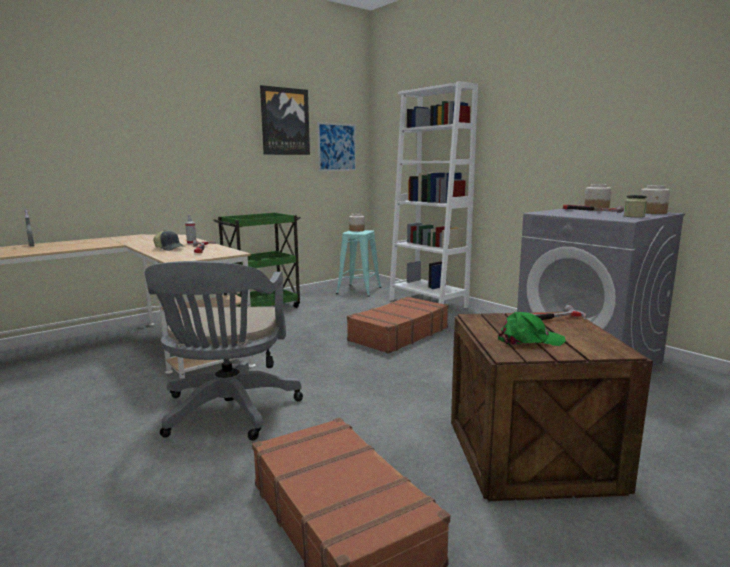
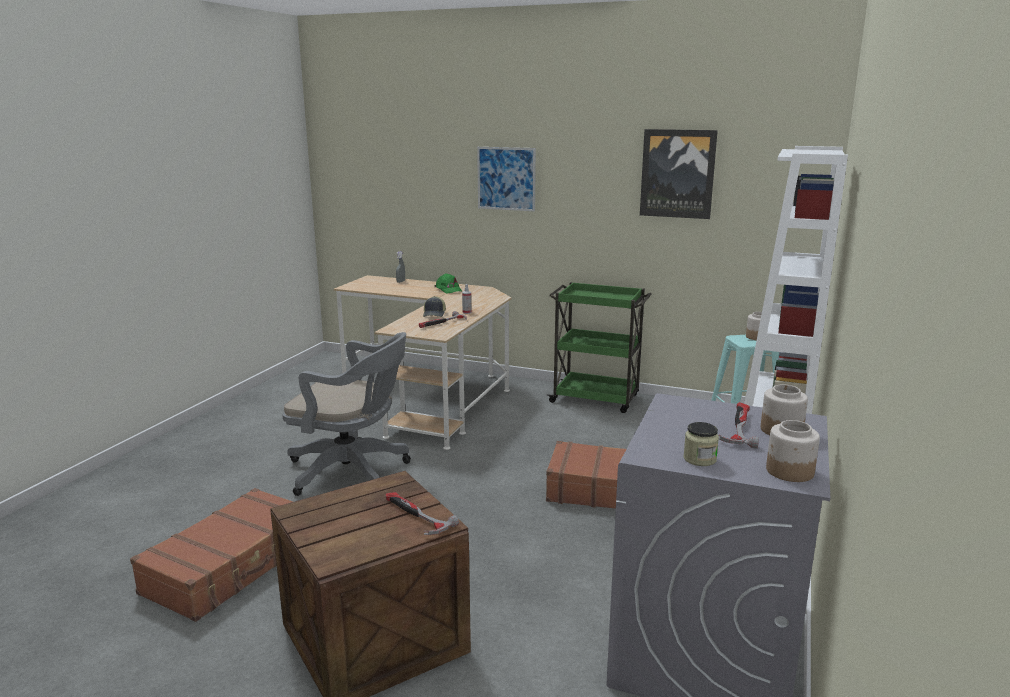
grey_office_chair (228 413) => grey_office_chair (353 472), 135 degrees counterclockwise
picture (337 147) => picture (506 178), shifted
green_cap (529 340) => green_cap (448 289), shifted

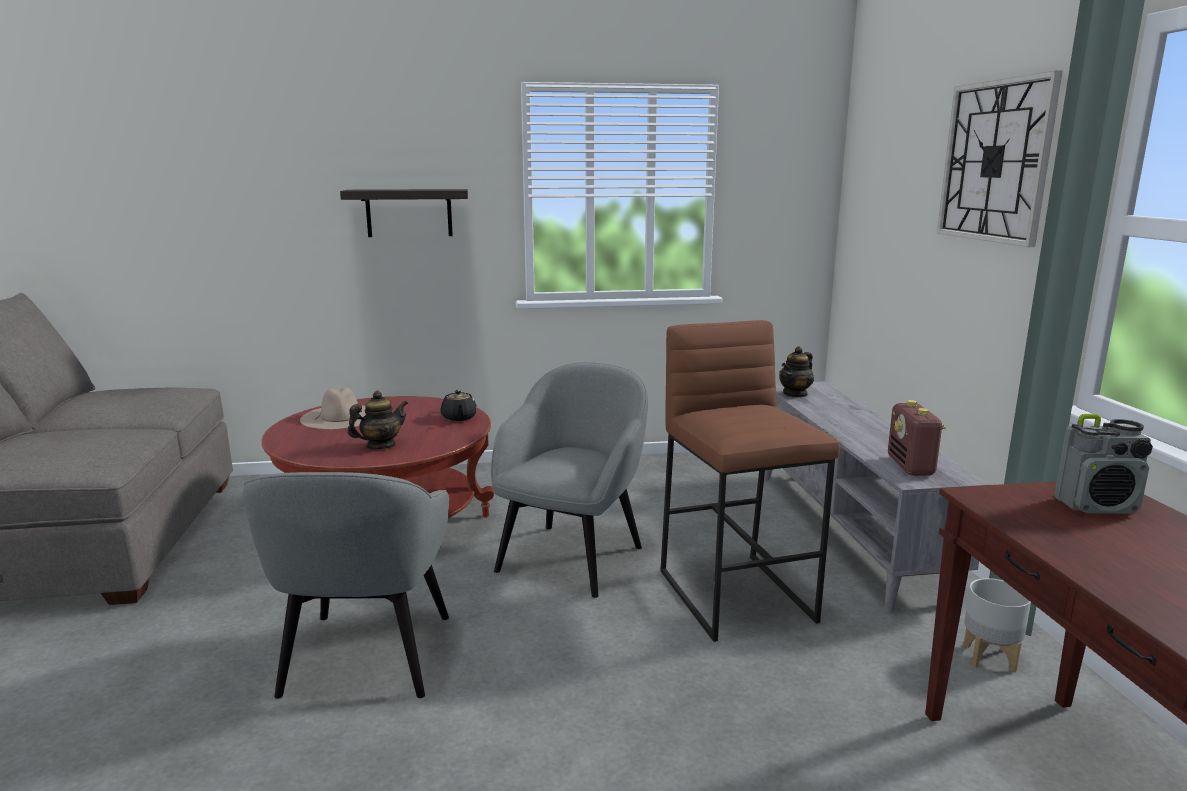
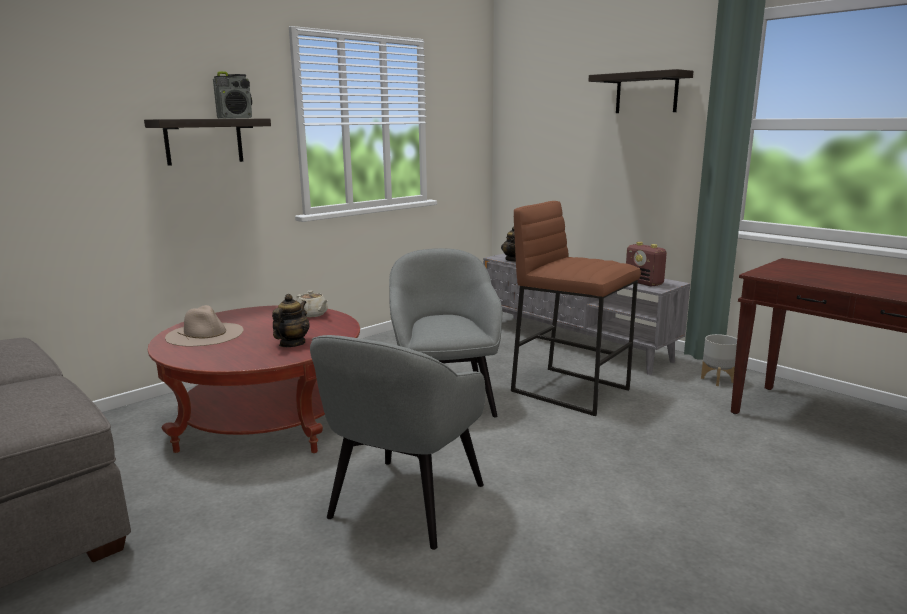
grey_armchair (366 657) => grey_armchair (405 503), 60 degrees clockwise
black_teapot (459 418) => beige_teapot (312 314)
wall_clock (995 161) => shelf (646 93)
radio (1097 506) => radio (236 118), shifted

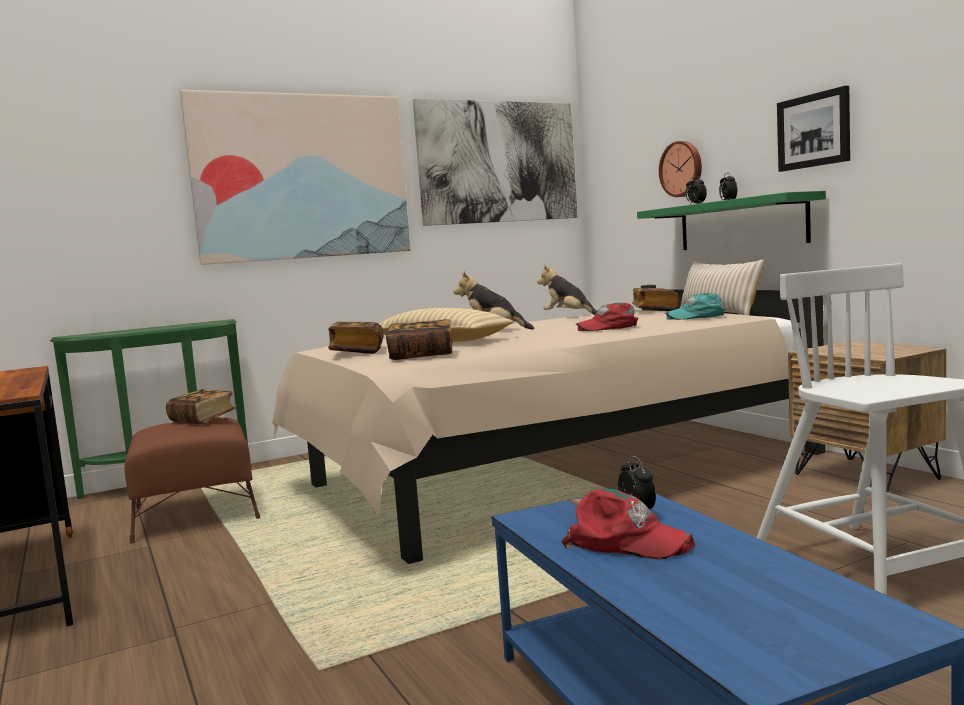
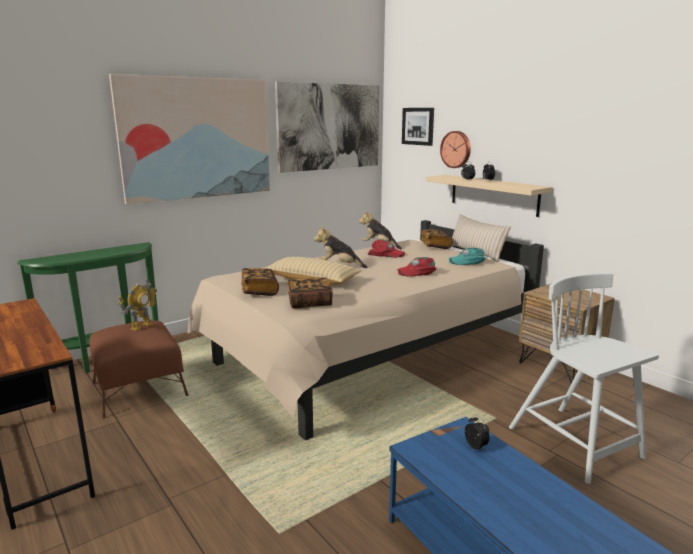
book (202 420) => toy_robot (142 326)
red_cap (627 541) => red_cap (386 254), shifted
green_shelf (741 224) => beige_shelf (493 194)
picture (814 130) => picture (418 126), shifted

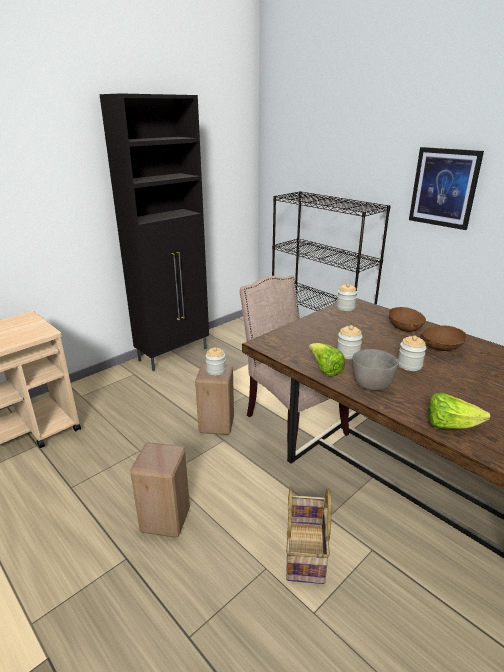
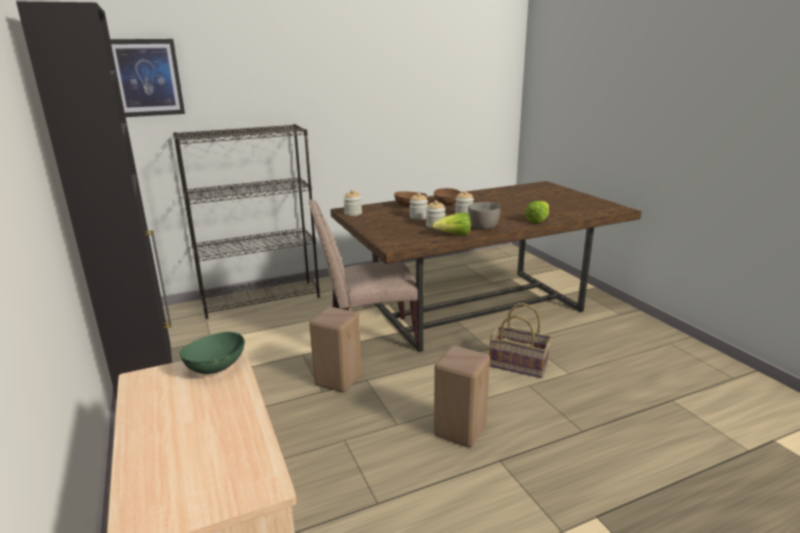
jar (216 370) => jar (418 217), shifted
picture (444 188) => picture (146 78), shifted
nothing => green_bowl (216 366)

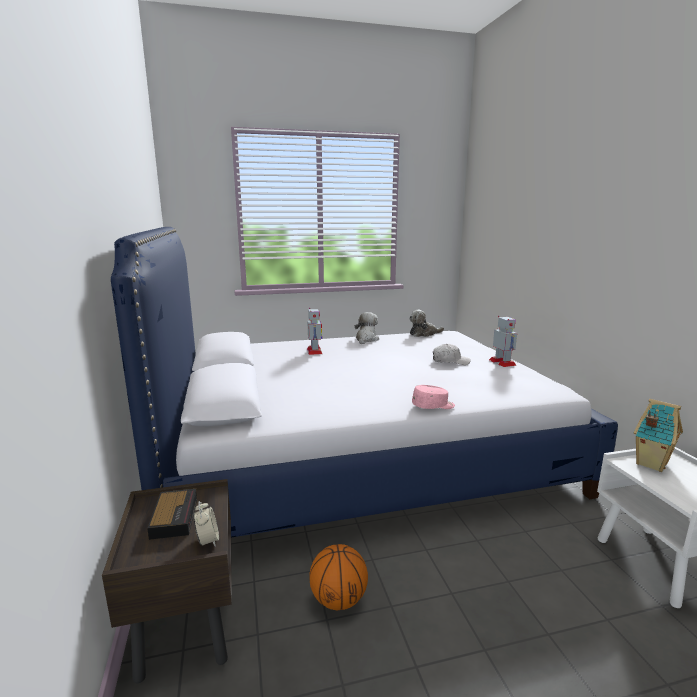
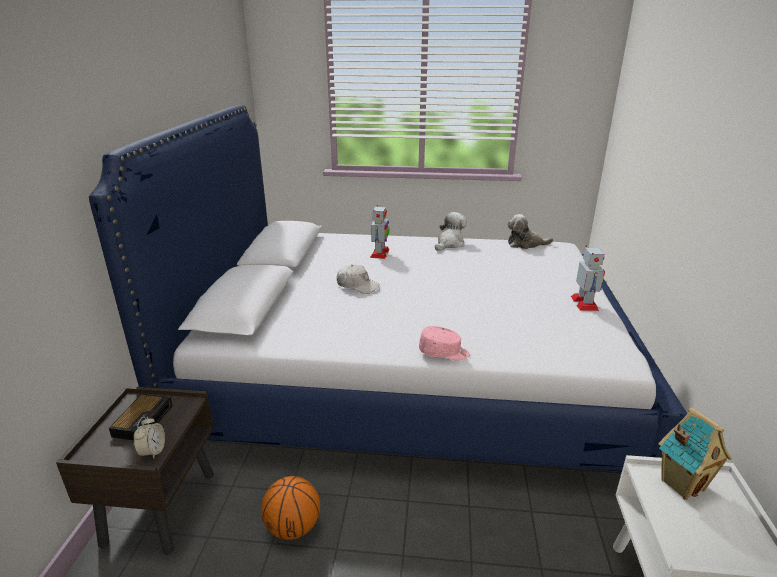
white_cap (450 361) => white_cap (357 285), shifted

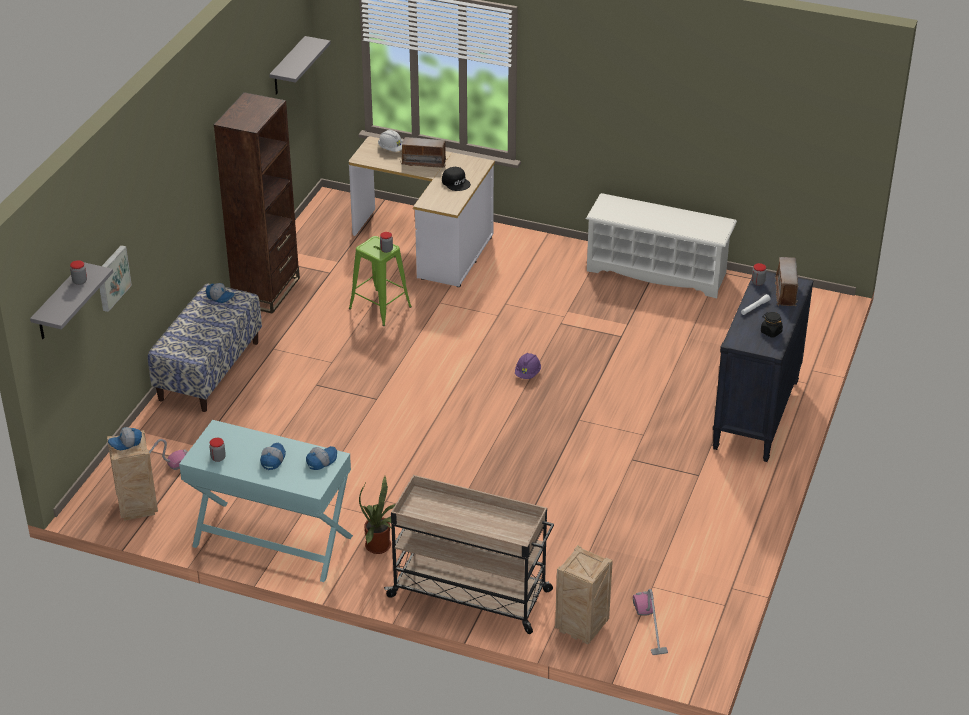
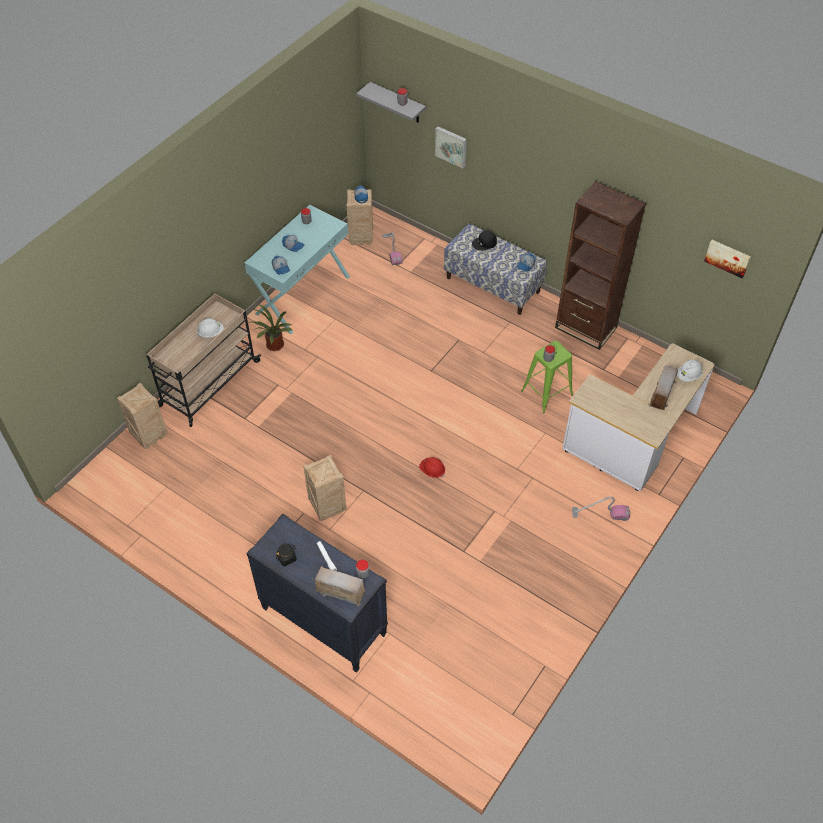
grey_shelf (288 67) => picture (728 257)
black_cap (456 182) => black_cap (484 243), shifted
purple_hard_hat (528 373) => red_hard_hat (432 471)
white_shoe_rack (657 272) => nothing
vacuum_cleaner (650 626) => vacuum_cleaner (600 514), shifted
nothing => white_hard_hat (211 333)
nothing => crate (326 506)

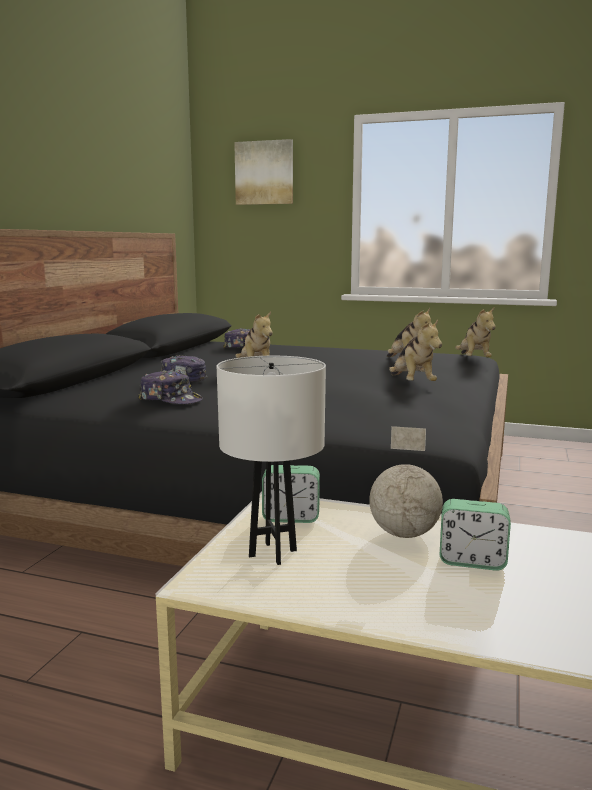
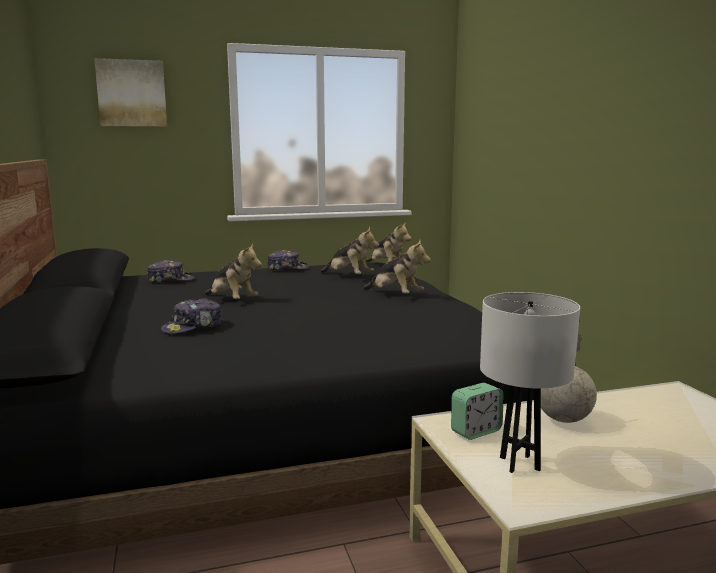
cap (171 400) => cap (287 268), shifted
alarm_clock (472 561) => nothing

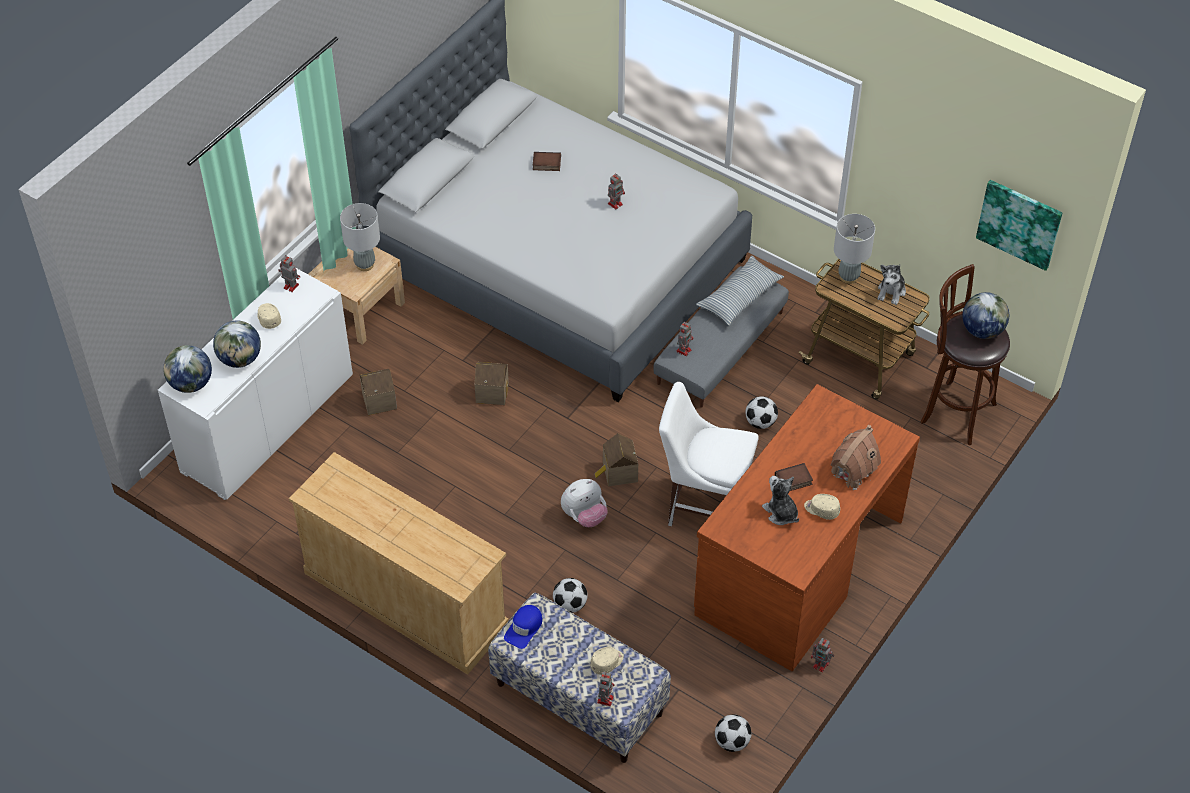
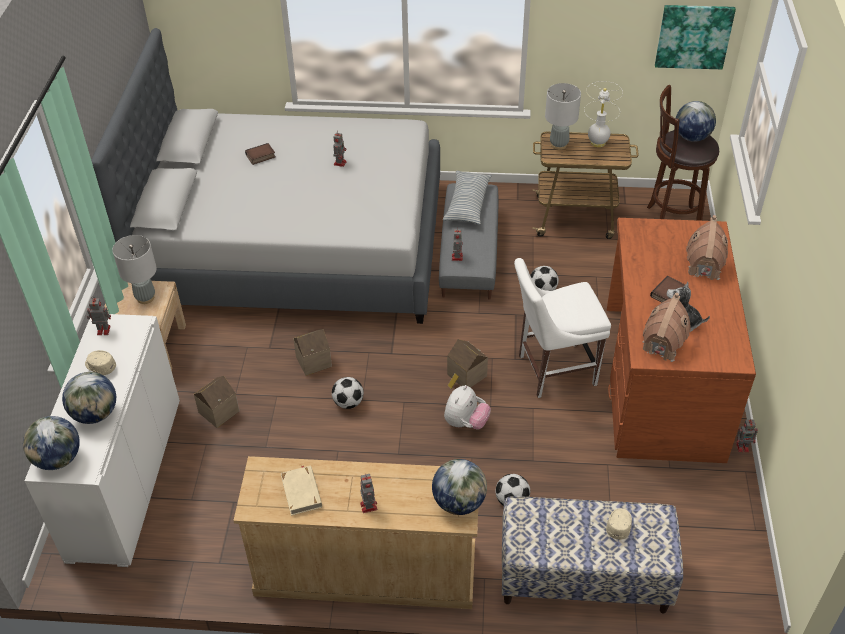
blue_cap (524 628) => nothing
toy_robot (605 699) => toy_robot (368 505), shifted
football (732 742) => football (348 403), shifted
beige_cap (821 510) => nothing
plush_toy (891 291) => white_table_lamp (598 142)
nothing => beige_book (302 492)
nothing => globe (459 502)
nothing => toy_house (662 345)

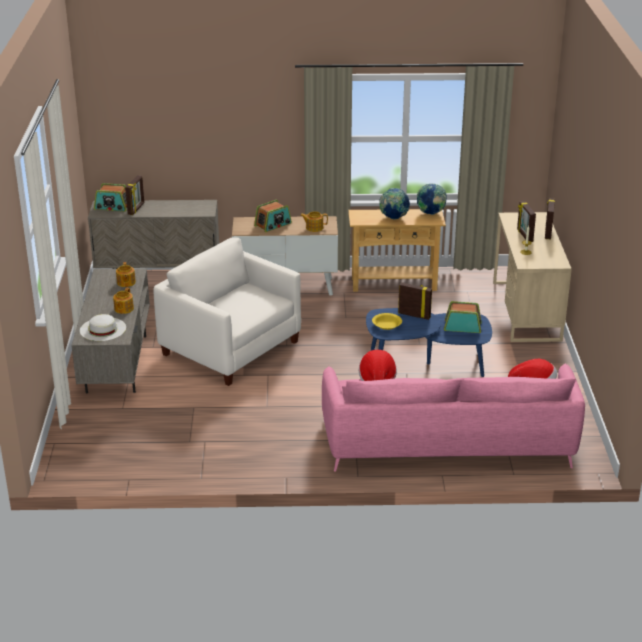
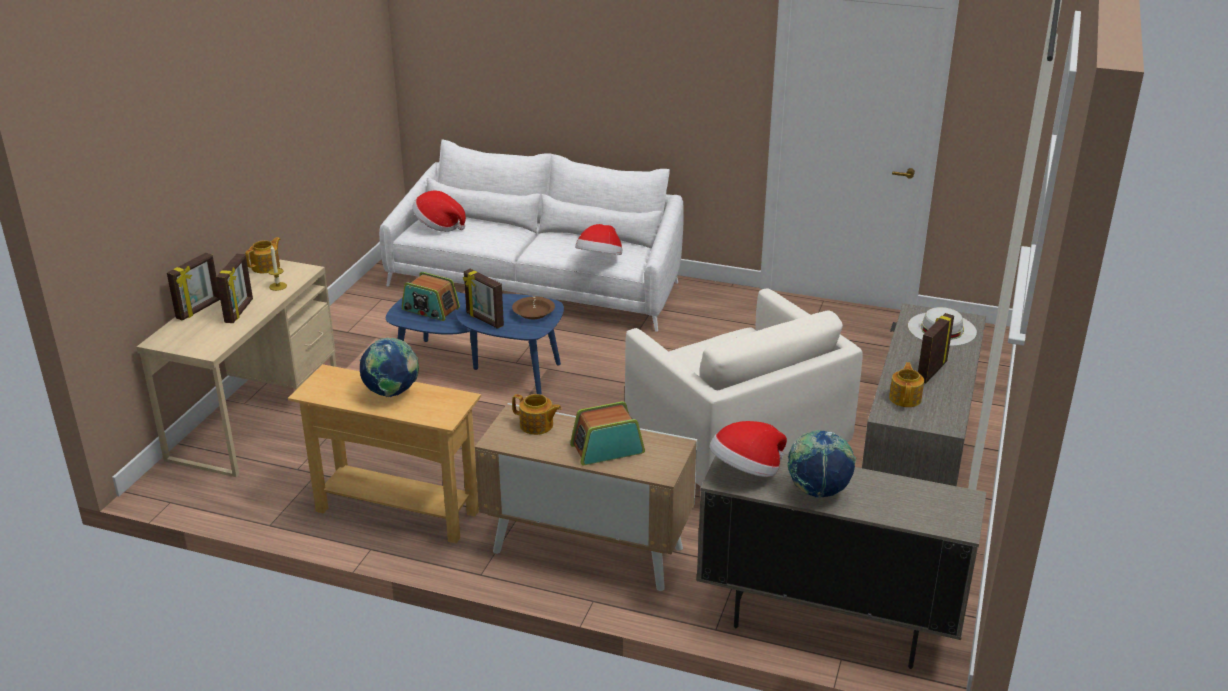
radio (112 206) => nothing
teapot (123 309) => teapot (266 267), shifted
picture_frame (136 209) => picture_frame (931 371), shifted
pink_sofa (449 443) => white_sofa (537 284)
yellow_bowl (386 325) => brown_bowl (533 313)
globe (431 213) => globe (818 492), shifted
nothing => hat (746 471)

